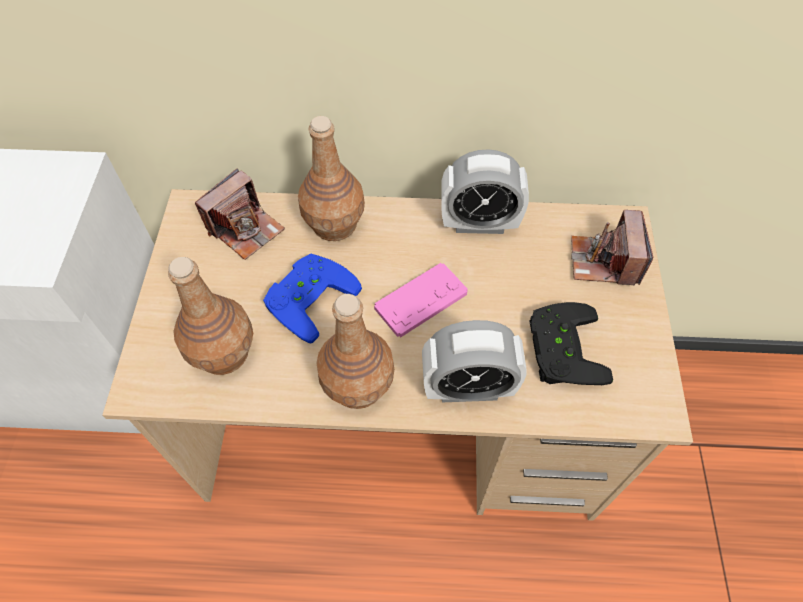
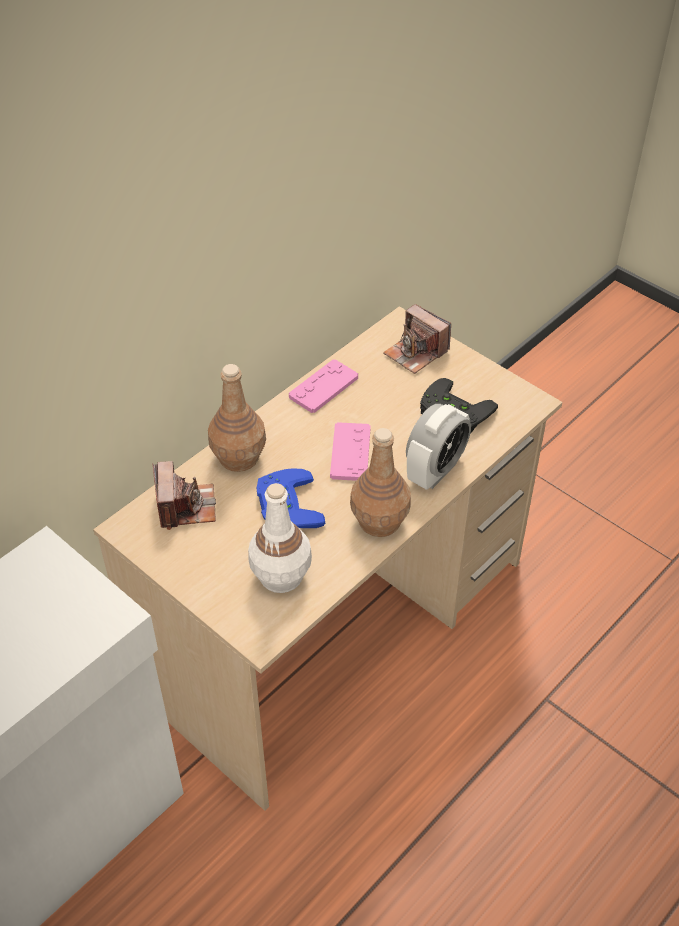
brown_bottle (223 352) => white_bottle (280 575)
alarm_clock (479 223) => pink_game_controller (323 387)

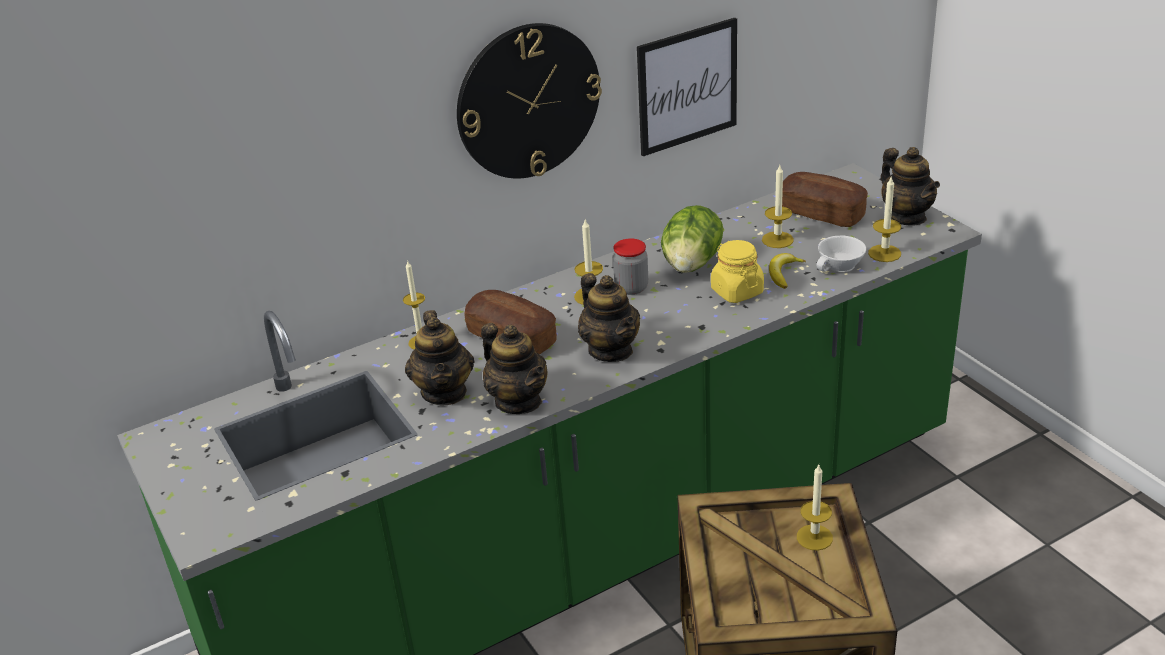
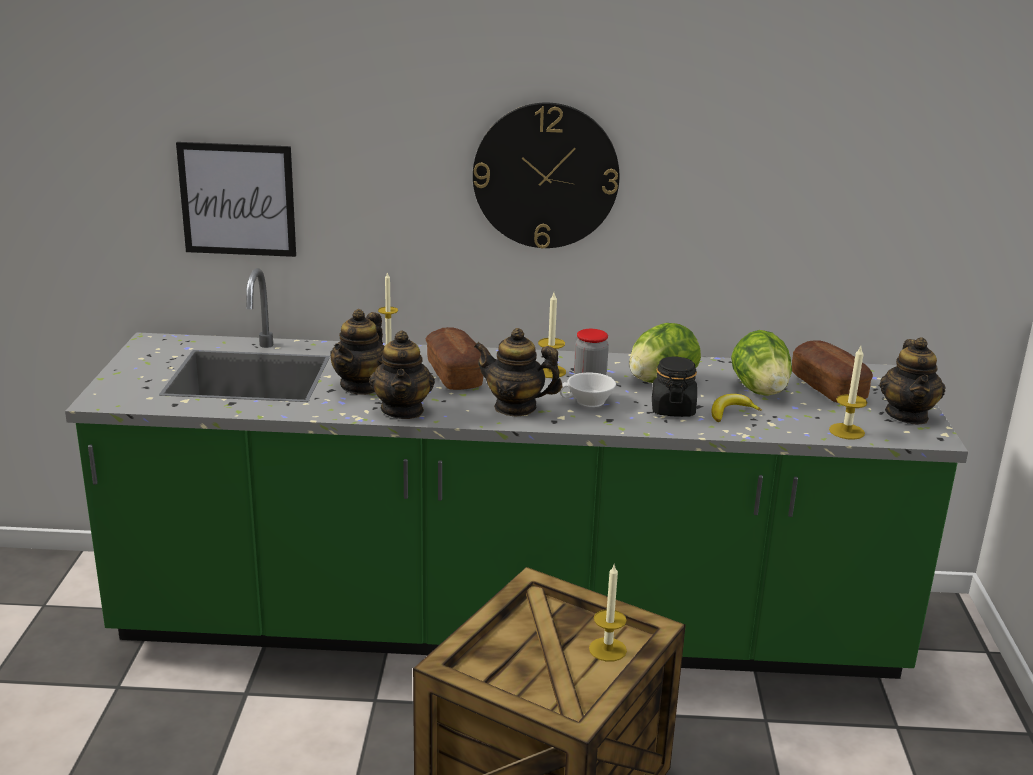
teapot (611 350) => teapot (515 407), 105 degrees clockwise
picture (687 86) => picture (237 199), shifted
yellow_jar (736 291) => black_jar (672 409)
candle (777 240) => lettuce (760 390)
white_cup (841 266) => white_cup (589 402), shifted

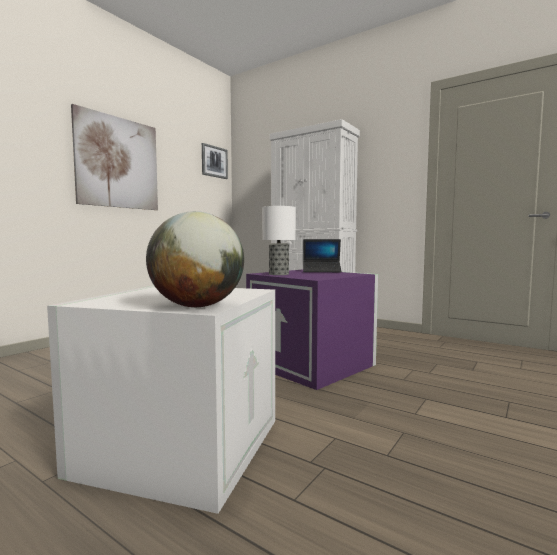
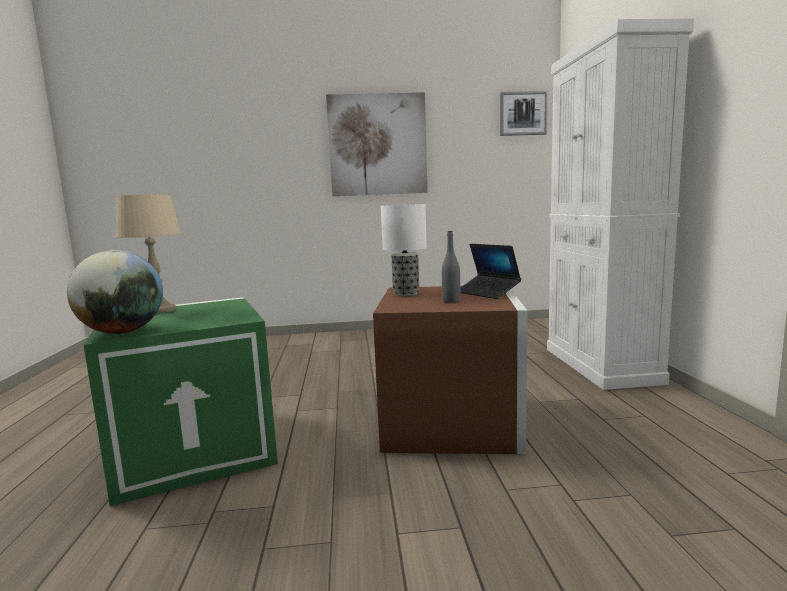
white_storage_box (180 444) => green_storage_box (197 448)
purple_storage_box (313 364) => brown_storage_box (452 422)
nothing => beige_table_lamp (159 310)
nothing => grey_bottle (451 301)

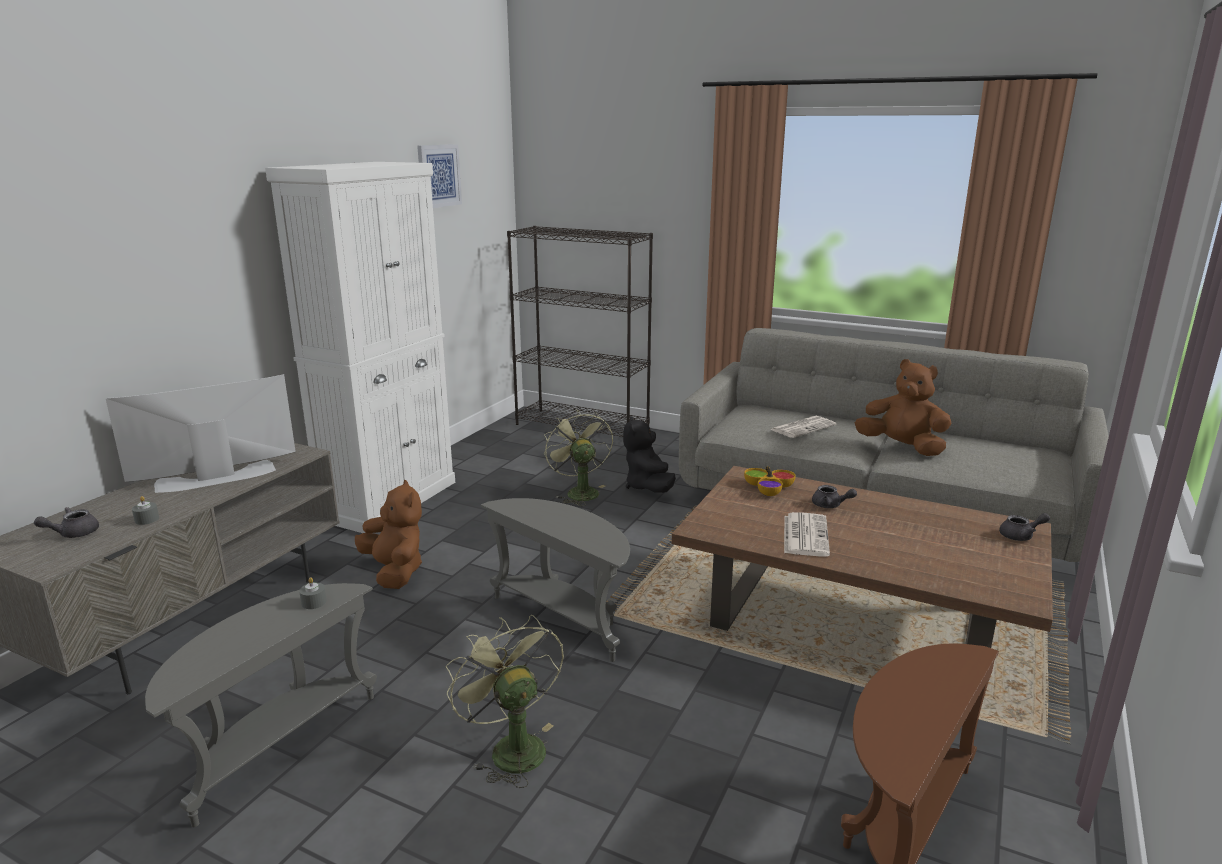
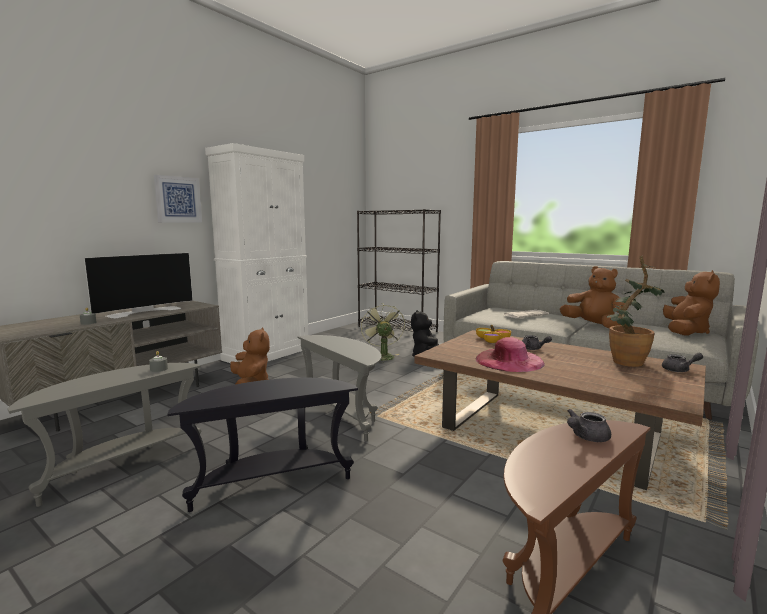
grey_teapot (73 533) => grey_teapot (586 437), shifted
television (215 477) => television (144 311), 150 degrees clockwise
picture (438 176) => picture (178 199), shifted
green_fan (511 747) => black_side_table (271 483)
newspaper (805 535) => pink_hat (509 361)
nothing => potted_plant (623 363)
nothing => brown_plush_toy (685 331)

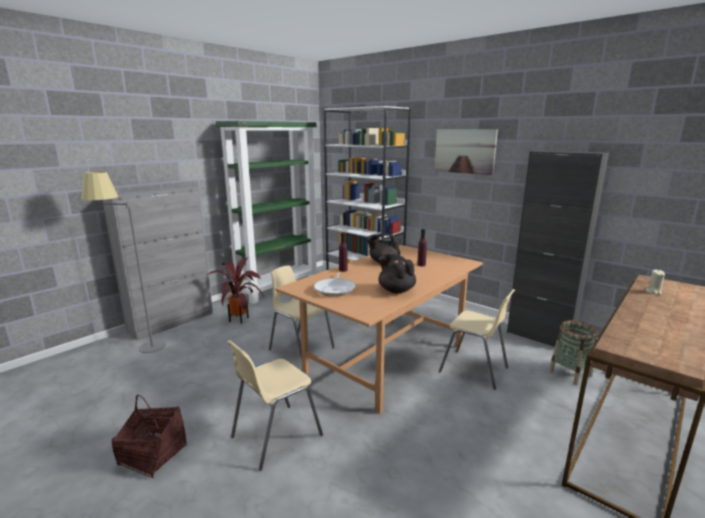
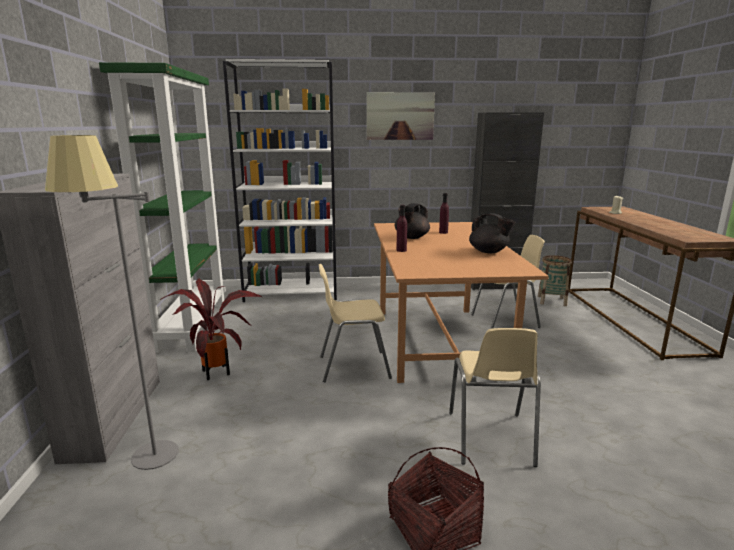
frying_pan (335 289) => nothing
black_teapot (396 290) => black_teapot (489 252), 150 degrees counterclockwise

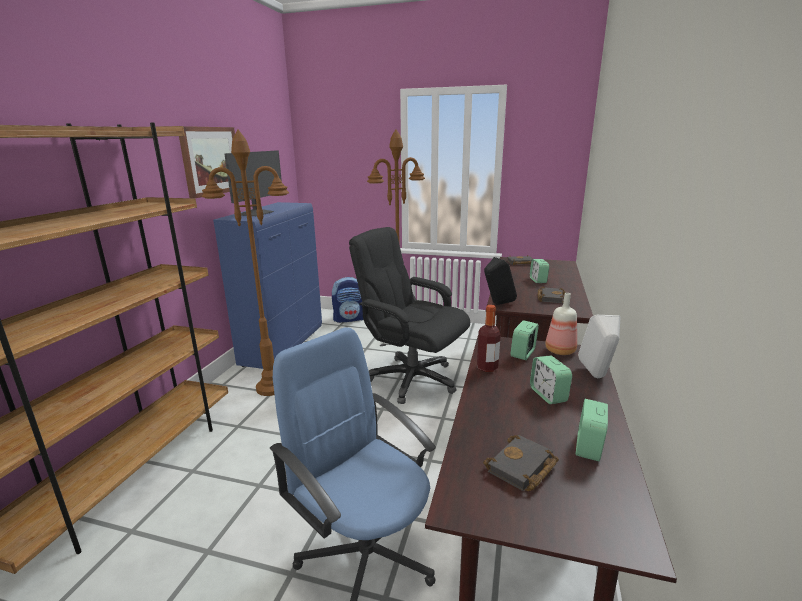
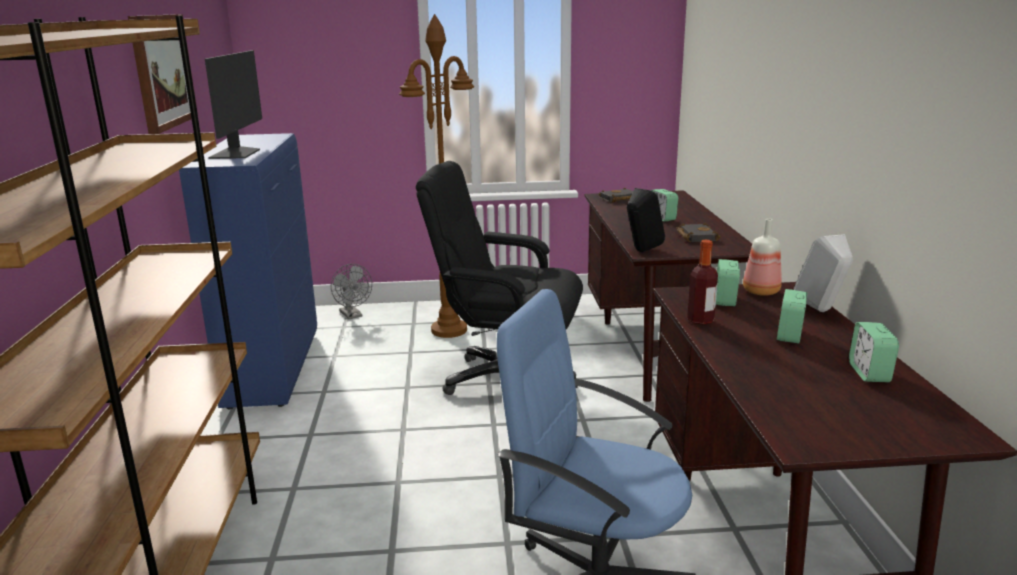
brown_floor_lamp (271 387) => nothing
backpack (349 319) => grey_fan (353 315)
black_book (522 468) => nothing
alarm_clock (548 395) => alarm_clock (789 335), 60 degrees clockwise

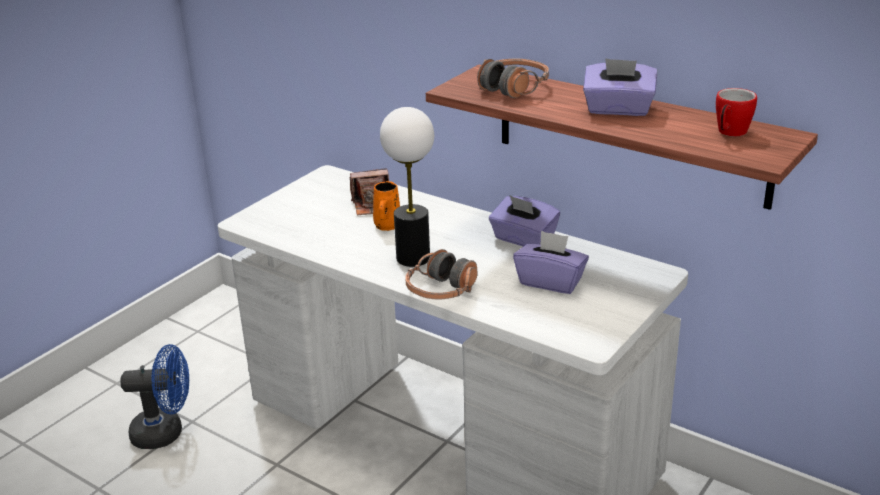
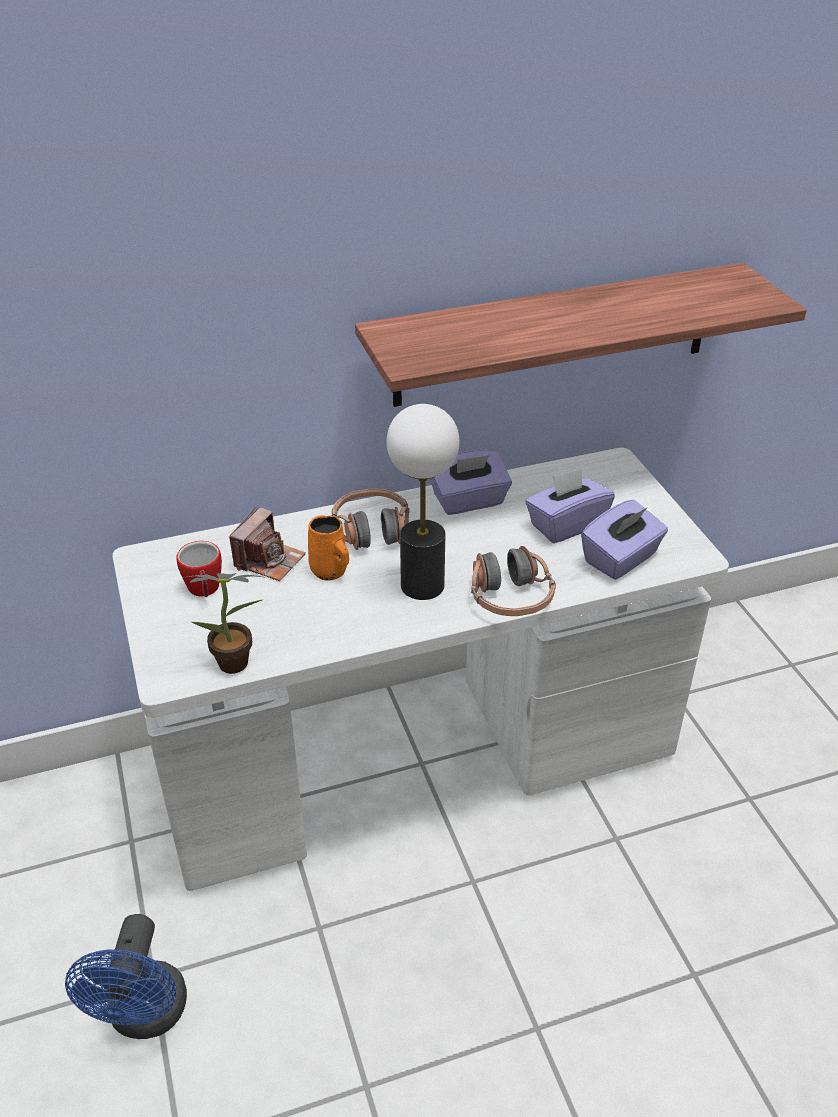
blue_fan (166 432) => blue_fan (145 1017), 150 degrees clockwise
headphones (513 88) => headphones (372 529), shifted
purple_tissue_box (618 109) => purple_tissue_box (621 559), shifted
mug (729 133) => mug (204 591), shifted
nothing => potted_plant (238 664)

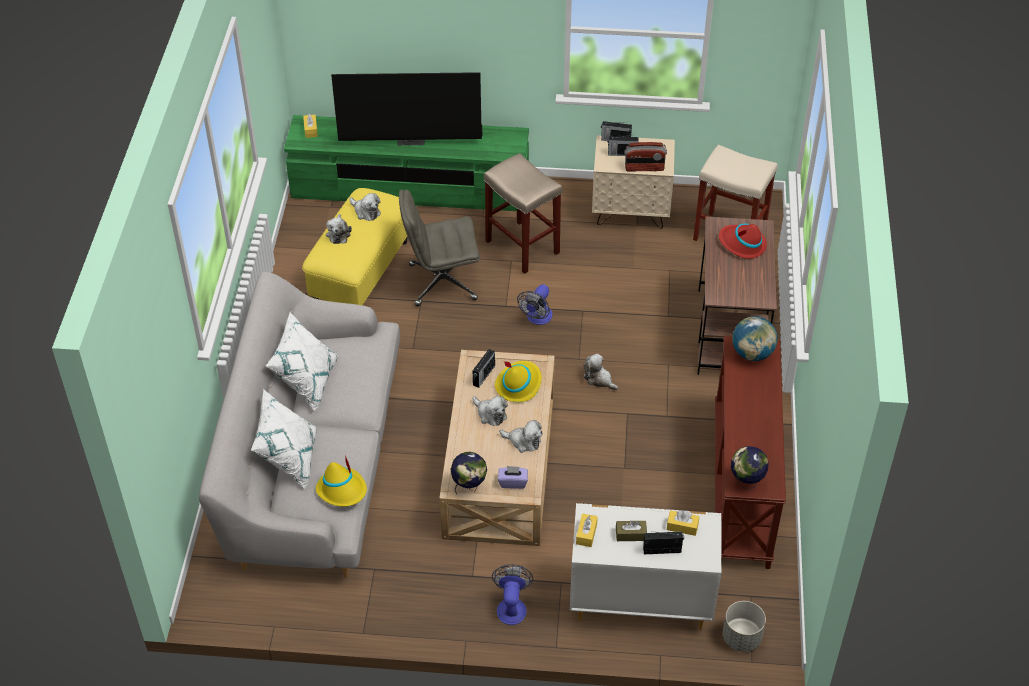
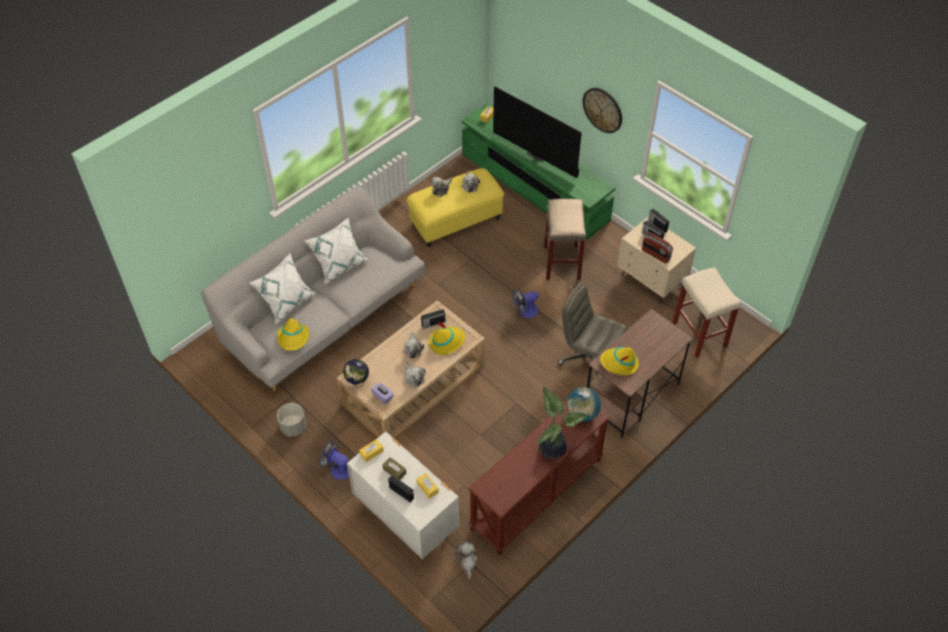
grey_office_chair (441 282) => grey_office_chair (588 358), shifted
fan (511 606) => fan (337 468), 105 degrees counterclockwise
plush_toy (599 379) => plush_toy (467 562), shifted
red_hat (742 244) => nothing
grey_planter (742 638) => grey_planter (293 427), shifted
globe (746 483) => nothing
nothing => potted_plant (553 447)
nothing => wall_clock (603 110)
nothing => yellow_hat (619 363)

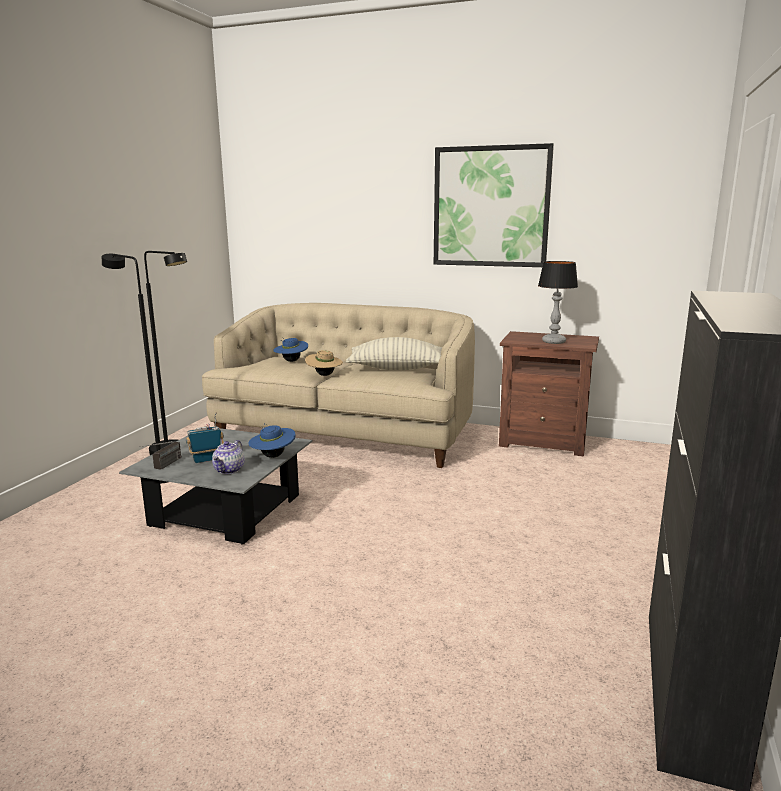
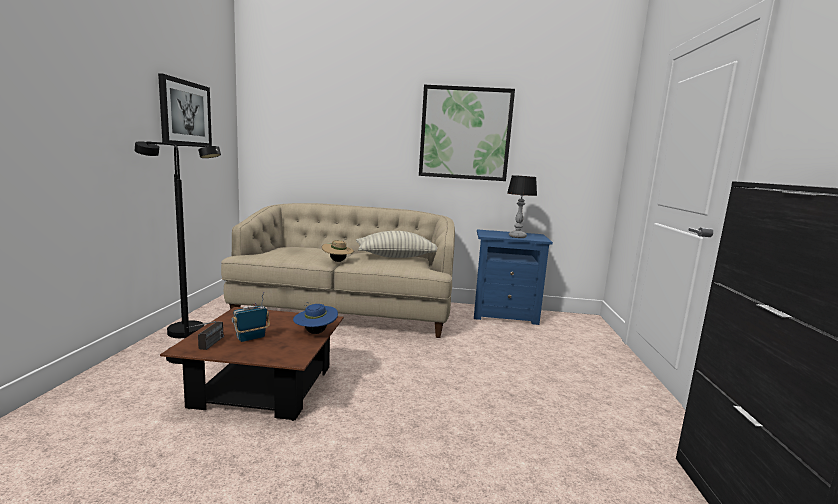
grey_coffee_table (226 510) => brown_coffee_table (264 386)
teapot (229 470) => nothing
blue_hat (291 361) => nothing
brown_nightstand (544 441) => blue_nightstand (504 314)
nothing => picture (185 113)

